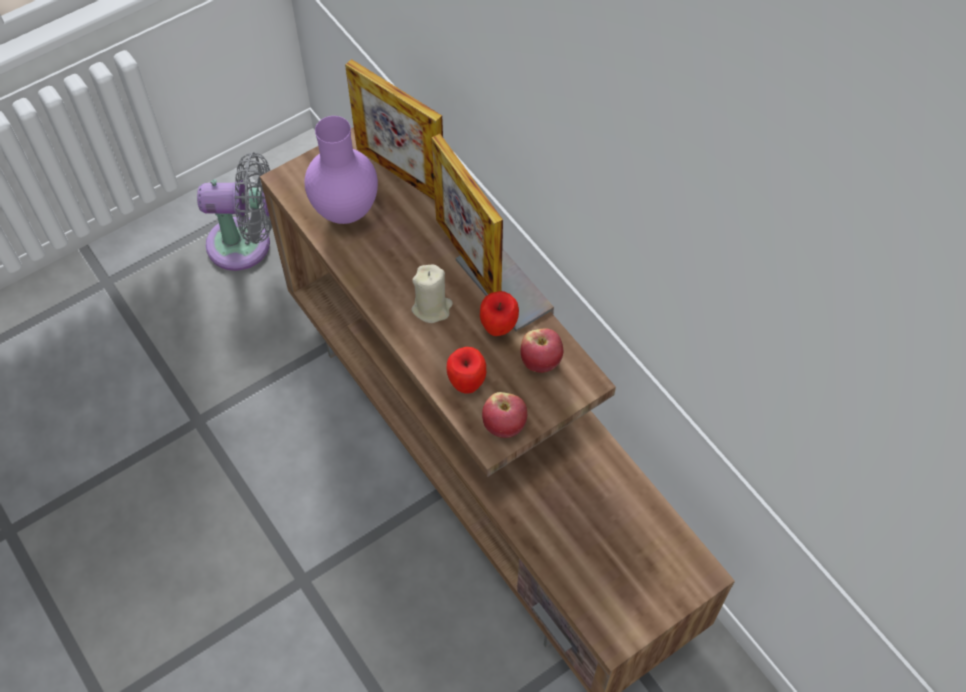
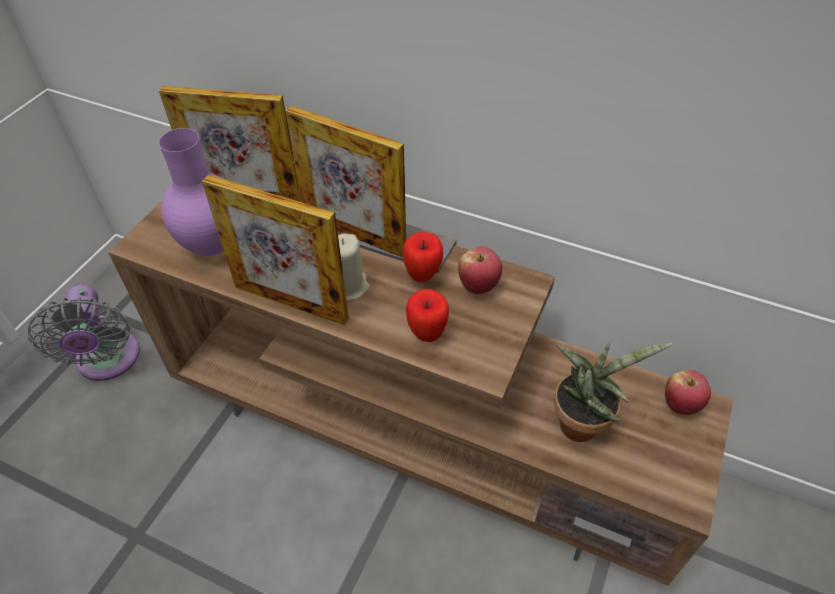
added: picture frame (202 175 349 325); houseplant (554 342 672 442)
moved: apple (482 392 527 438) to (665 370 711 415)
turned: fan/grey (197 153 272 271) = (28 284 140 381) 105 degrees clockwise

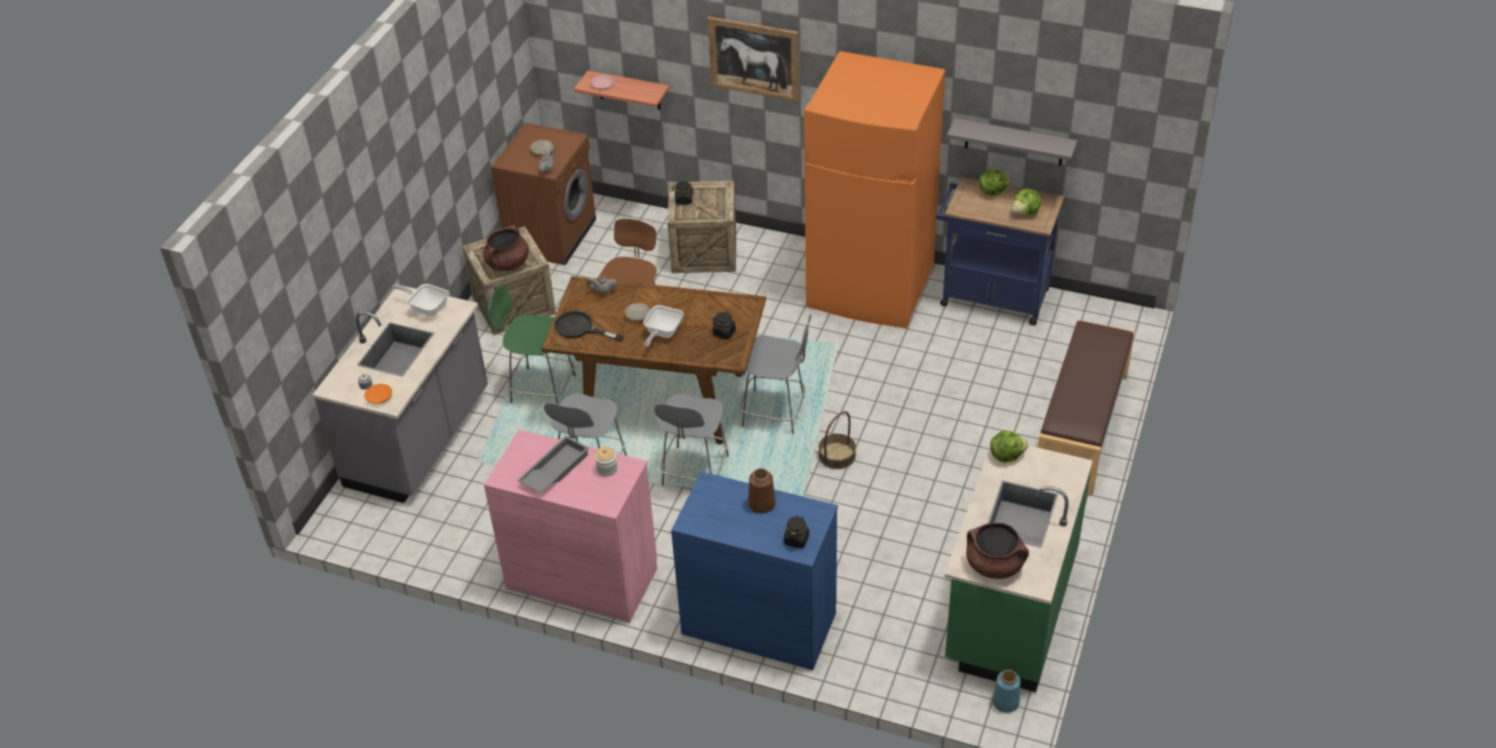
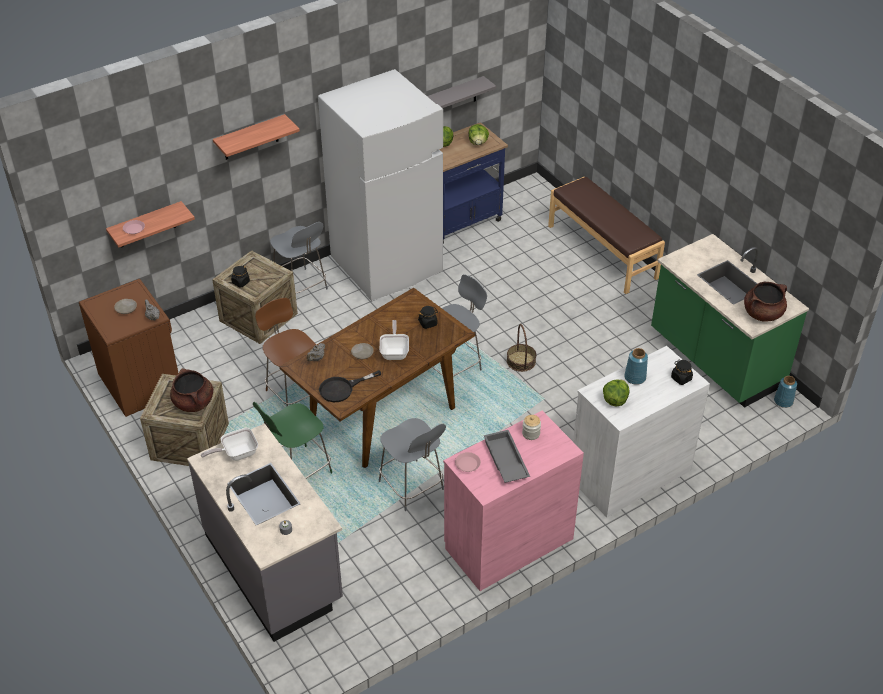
removed: plate/orangey (364 384 392 404)
added: plate/pinkish (455 452 481 472)
moved: plain chair/grey (654 394 729 486) to (270 222 328 294); lettuce (990 431 1028 462) to (603 379 629 407)
replaced: wall picture (707 16 799 102) to bracket shelf (213 114 300 160)
recoloured: drawer chest/bluish (671 472 838 670) to drawer chest/white-coloured (573 346 710 517); decorative vase/brownish (748 468 776 513) to decorative vase/bluish (624 348 648 385); kitchen fridge/orangey (804 51 945 328) to kitchen fridge/white-coloured (318 69 443 301)
turned: pan (643 305 684 347) = (380 320 409 360) 150 degrees counterclockwise

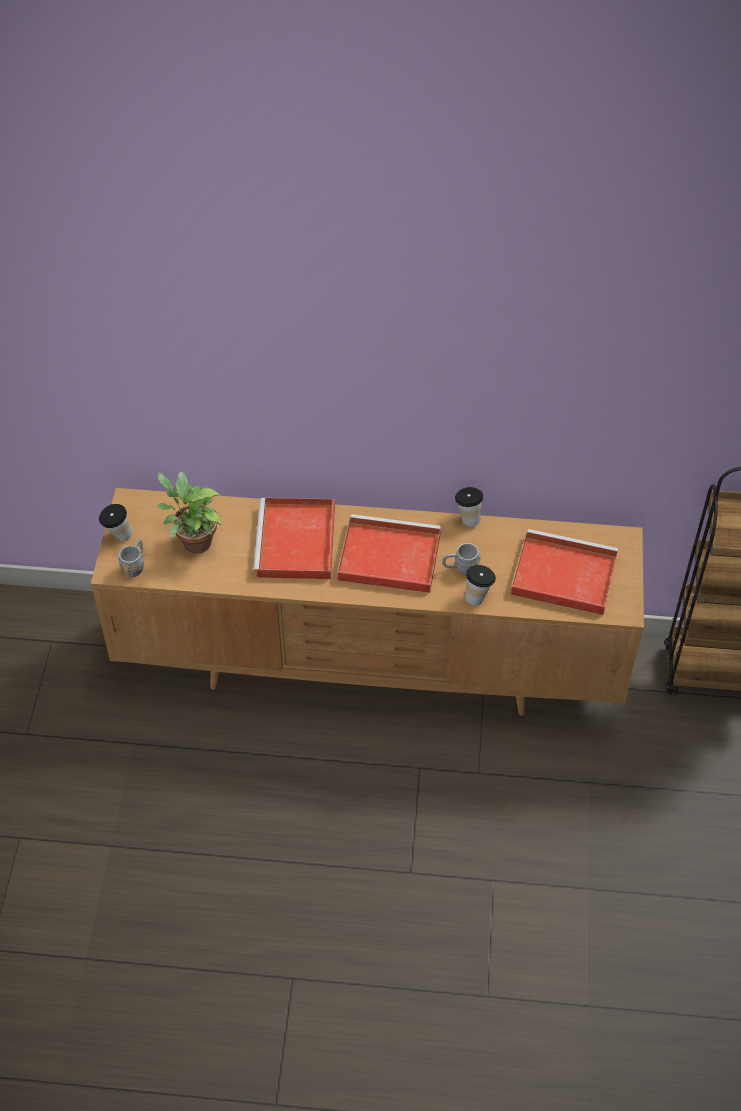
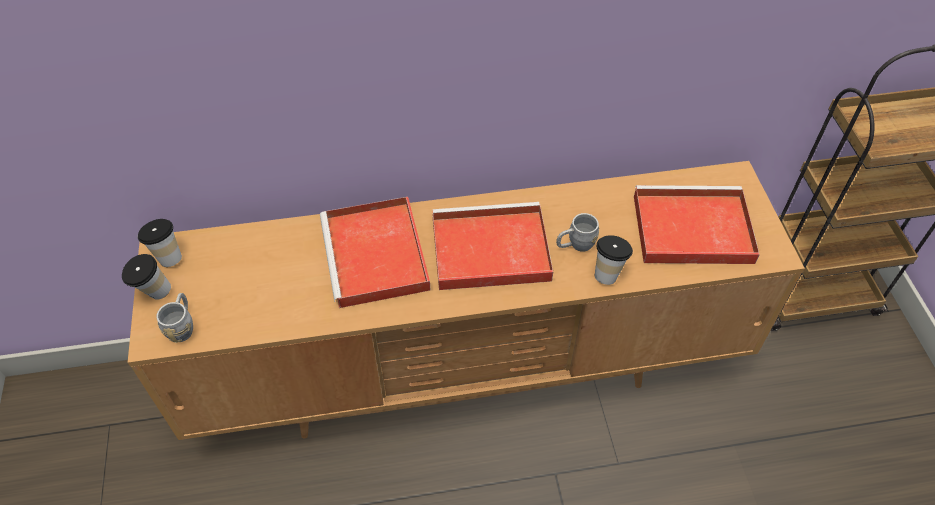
removed: houseplant (157 471 221 553)
moved: drinking cup (455 487 483 527) to (137 219 182 267)

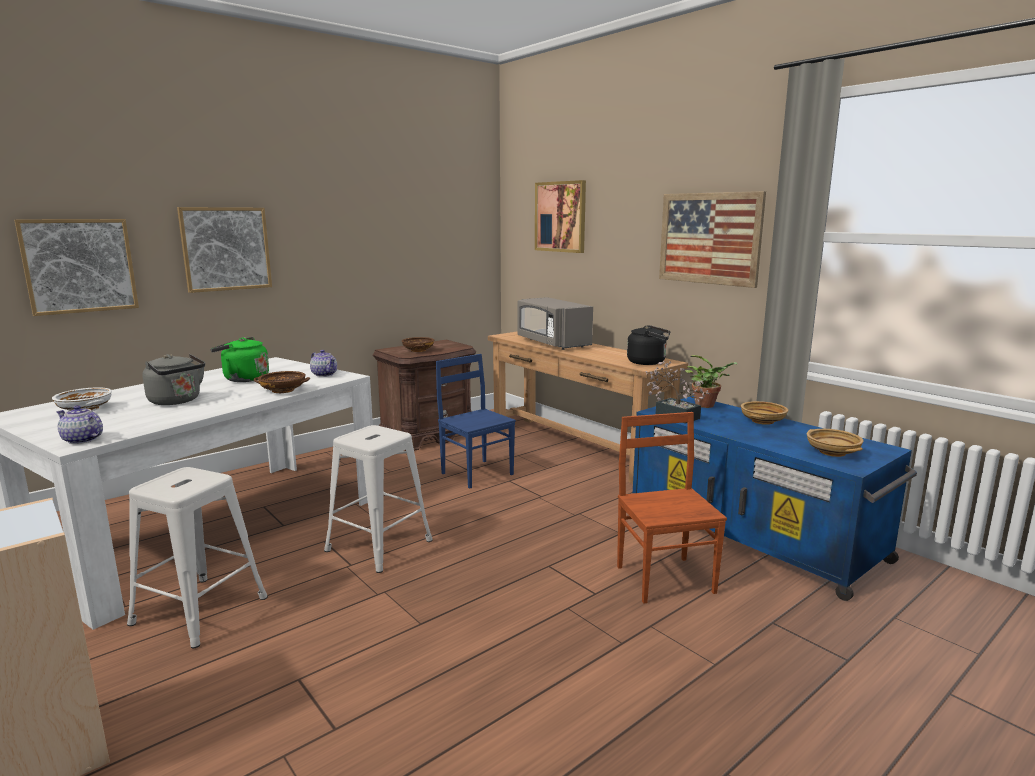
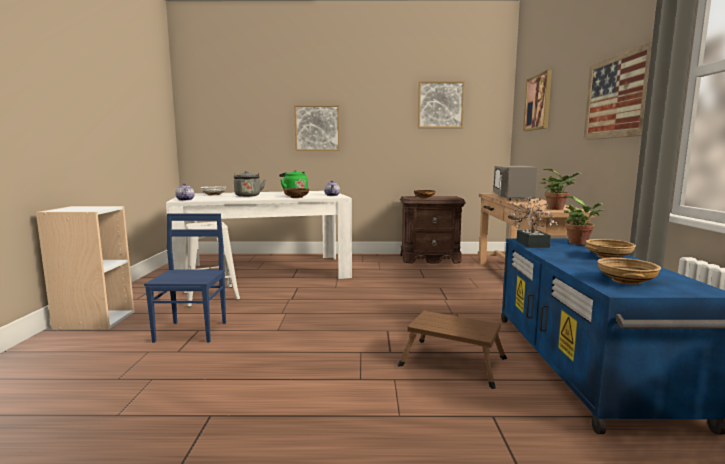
removed: stool seat/white-coloured (324 425 433 573)
moved: wall picture (14 219 139 316) to (418 81 465 128); plain chair/bluish (436 354 516 489) to (144 214 226 343)
replaced: plain chair/brownish (617 412 727 604) to step stool/brownish (398 310 507 389); kettle/black-coloured (627 325 670 365) to houseplant (540 169 582 210)

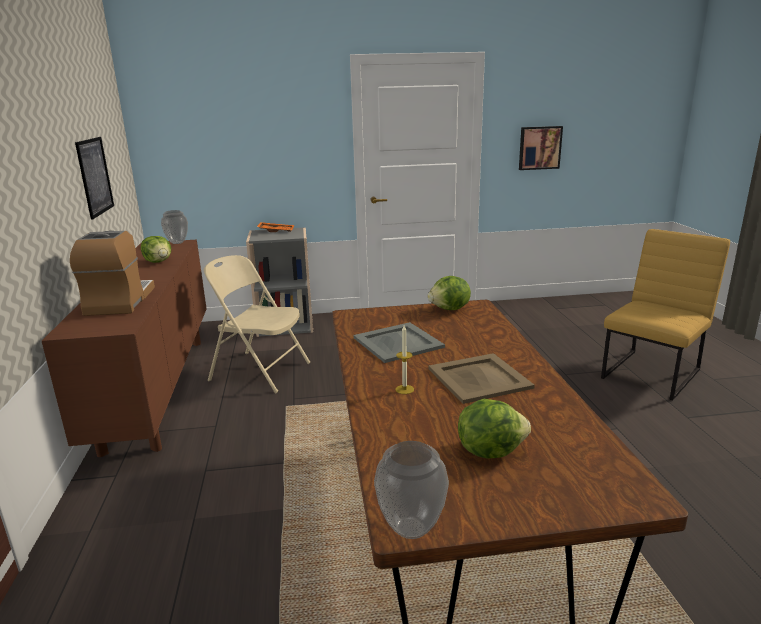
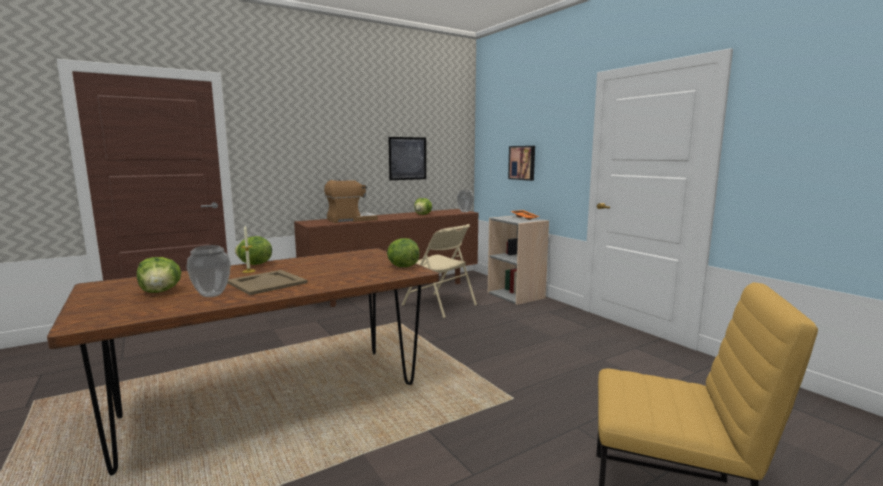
removed: tray/grey (354 322 445 363)
added: lettuce (235 236 272 265)
moved: decorative vase (374 441 449 539) to (186 245 231 297); wall picture (519 126 563 170) to (508 146 535 181)
turned: plain chair/sand-coloured (204 255 310 393) = (401 224 477 318) 135 degrees clockwise

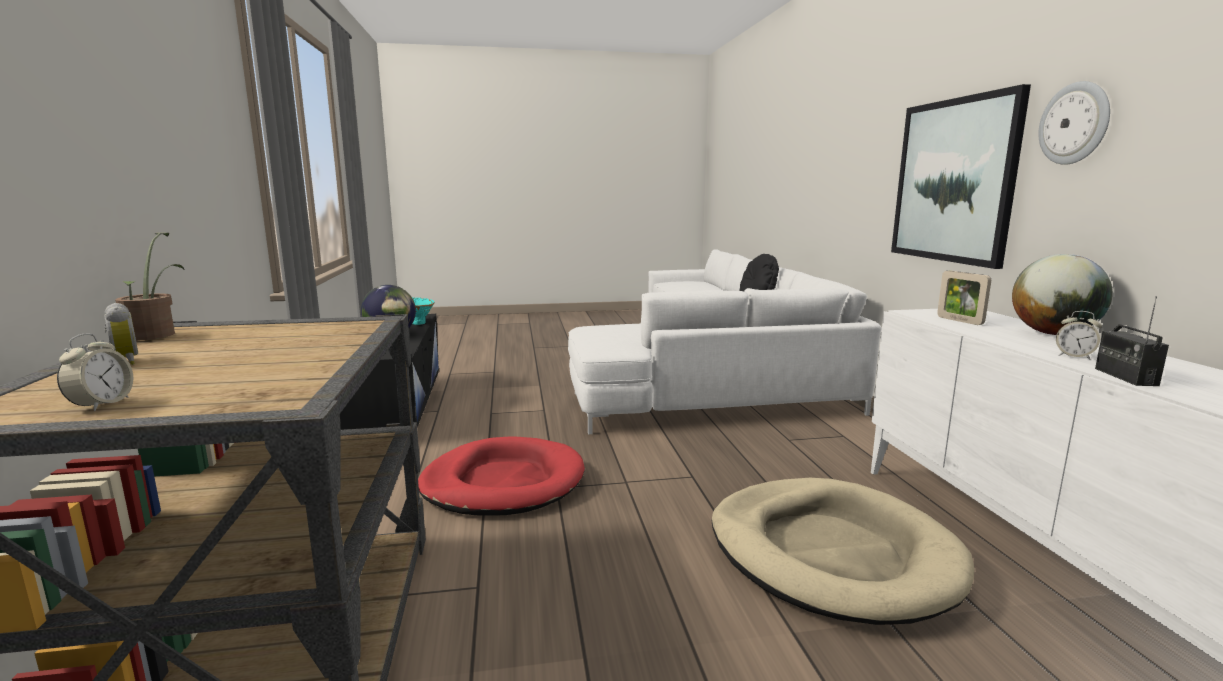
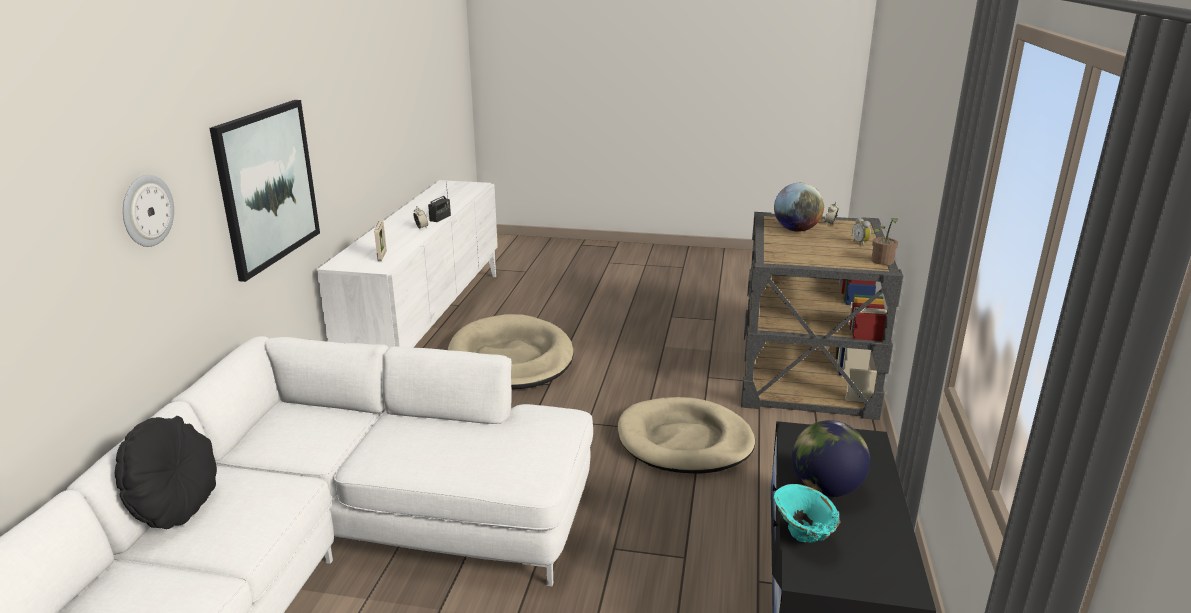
moved: desk globe (1012 254 1113 335) to (774 183 824 232); hanging clock (1038 81 1110 165) to (123 175 174 247)
recoloured: pet bed/red-coloured (418 437 585 516) to pet bed/sand-coloured (618 397 755 474)

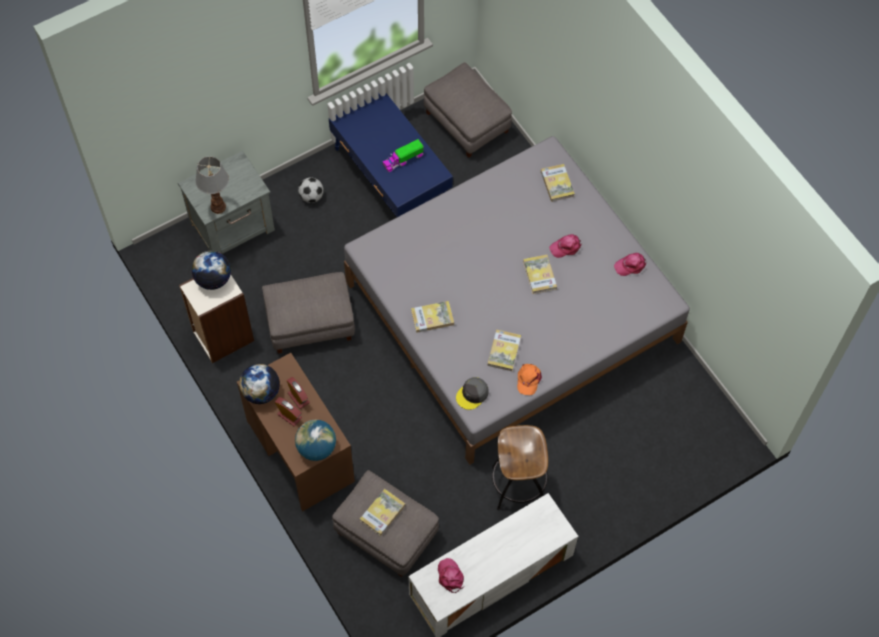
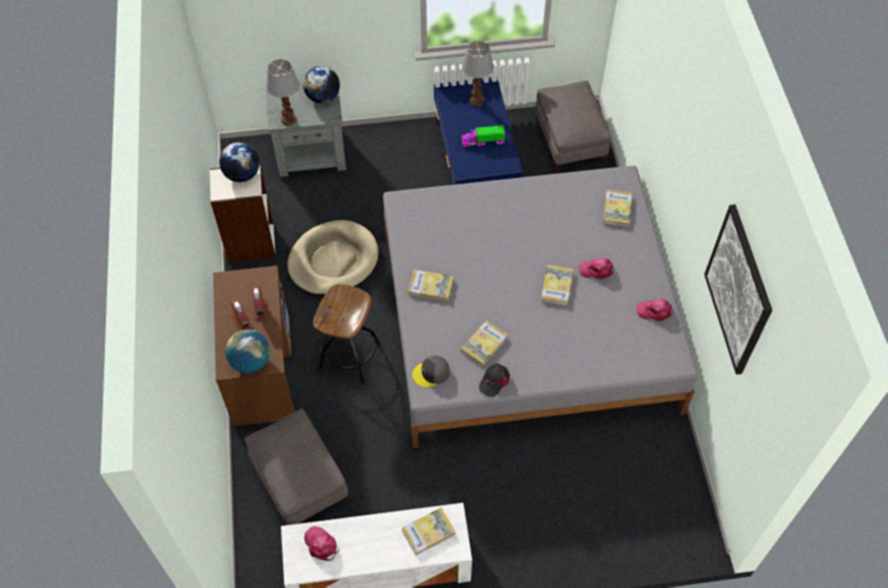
removed: football (298 178 324 203)
added: lamp for a table (462 41 494 106); wall picture (704 204 772 375)
moved: desk globe (239 364 280 404) to (303 66 340 103); book (360 489 405 536) to (401 508 456 556); stool seat/brownish (492 425 548 510) to (313 284 381 384)
replaced: ottoman/grey (262 272 355 354) to pet bed/sand-coloured (287 220 379 295)
recoloured: cap/orangey (517 364 542 395) to cap/black-coloured (479 364 510 397)
turned: cap/pinkish (438 558 464 593) = (304 526 339 561) 45 degrees counterclockwise

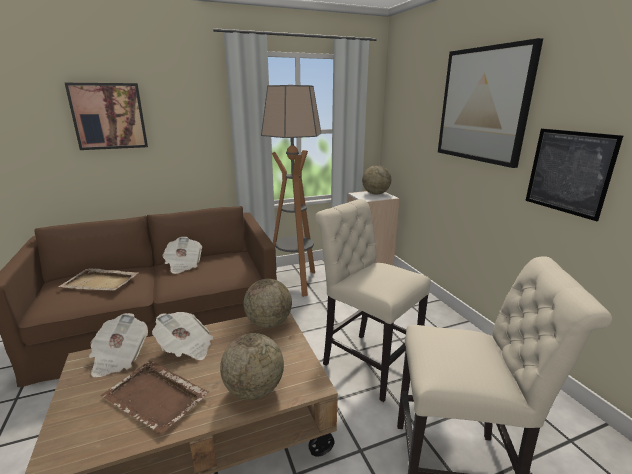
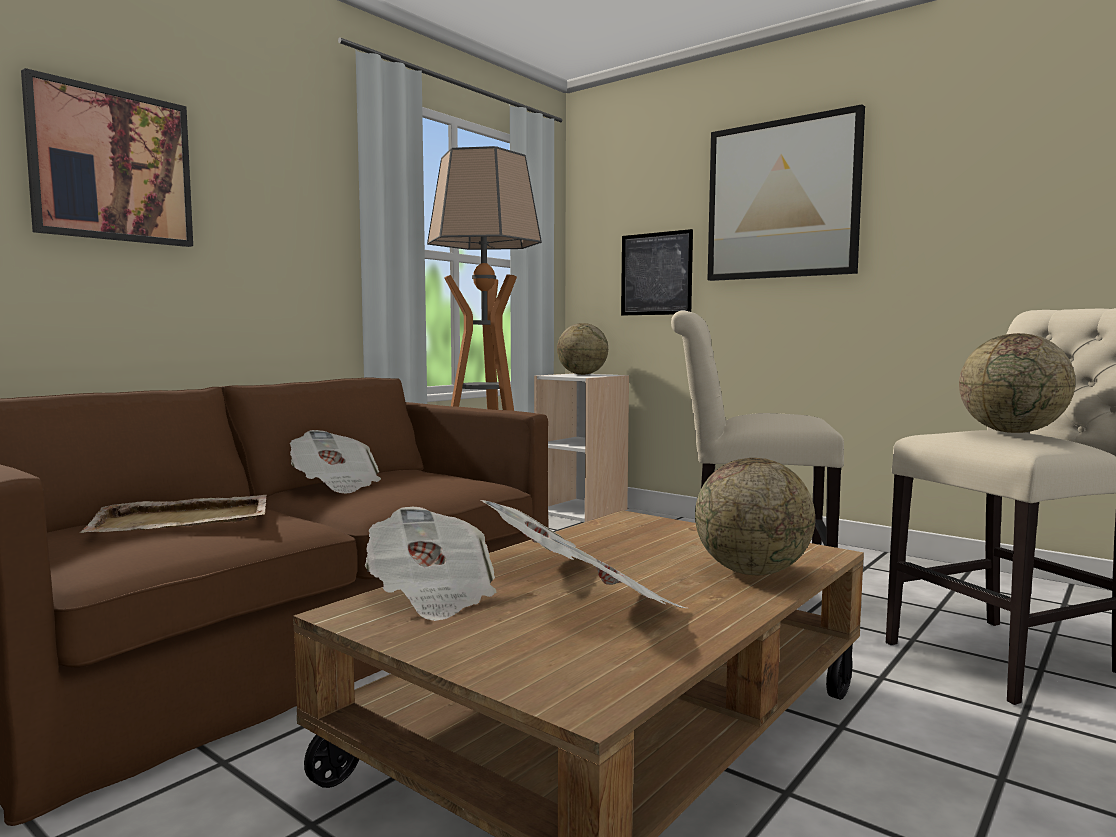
moved: desk globe (244 279 292 328) to (959 333 1076 433); wall picture (525 128 623 221) to (621 229 693 315)
replaced: tray/brownish (101 361 209 434) to daily paper (543 537 687 608)

